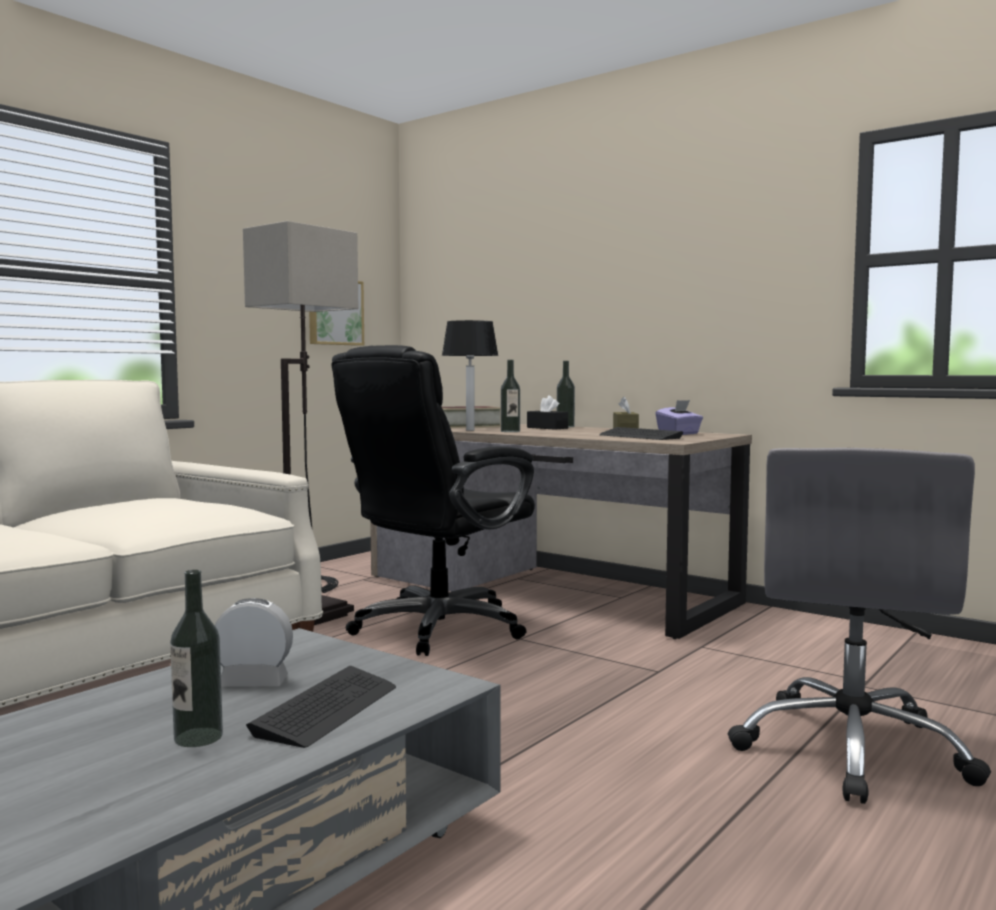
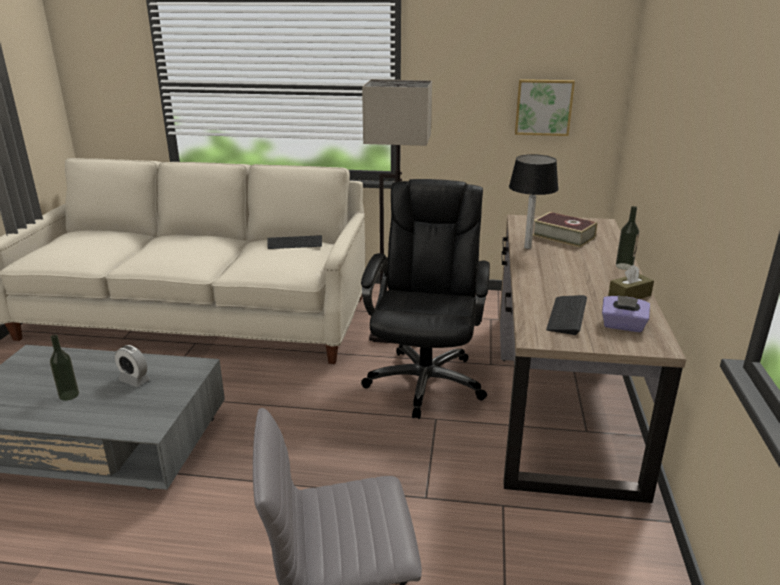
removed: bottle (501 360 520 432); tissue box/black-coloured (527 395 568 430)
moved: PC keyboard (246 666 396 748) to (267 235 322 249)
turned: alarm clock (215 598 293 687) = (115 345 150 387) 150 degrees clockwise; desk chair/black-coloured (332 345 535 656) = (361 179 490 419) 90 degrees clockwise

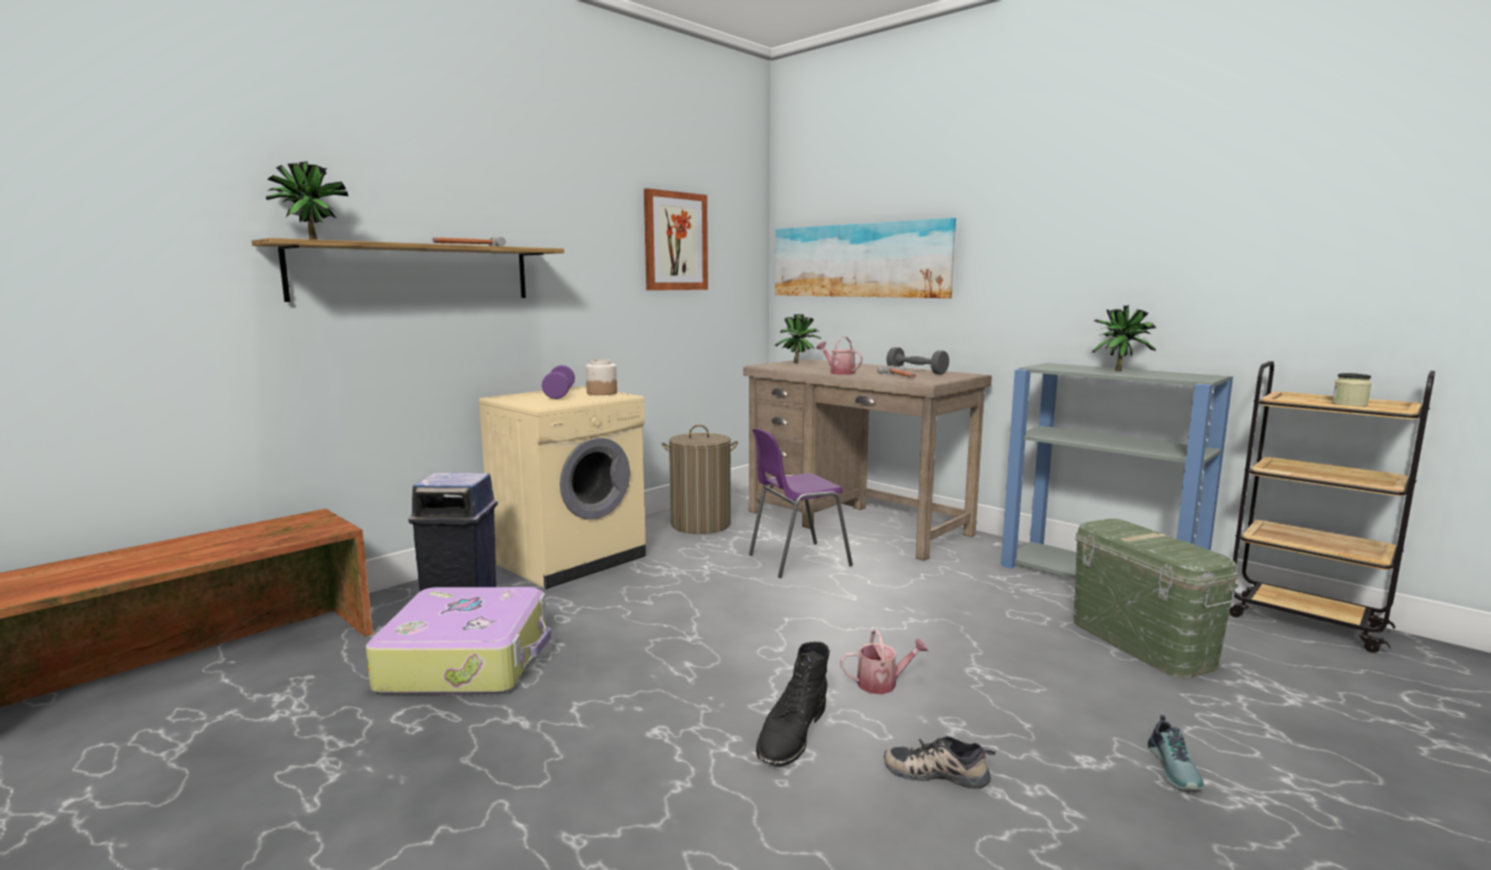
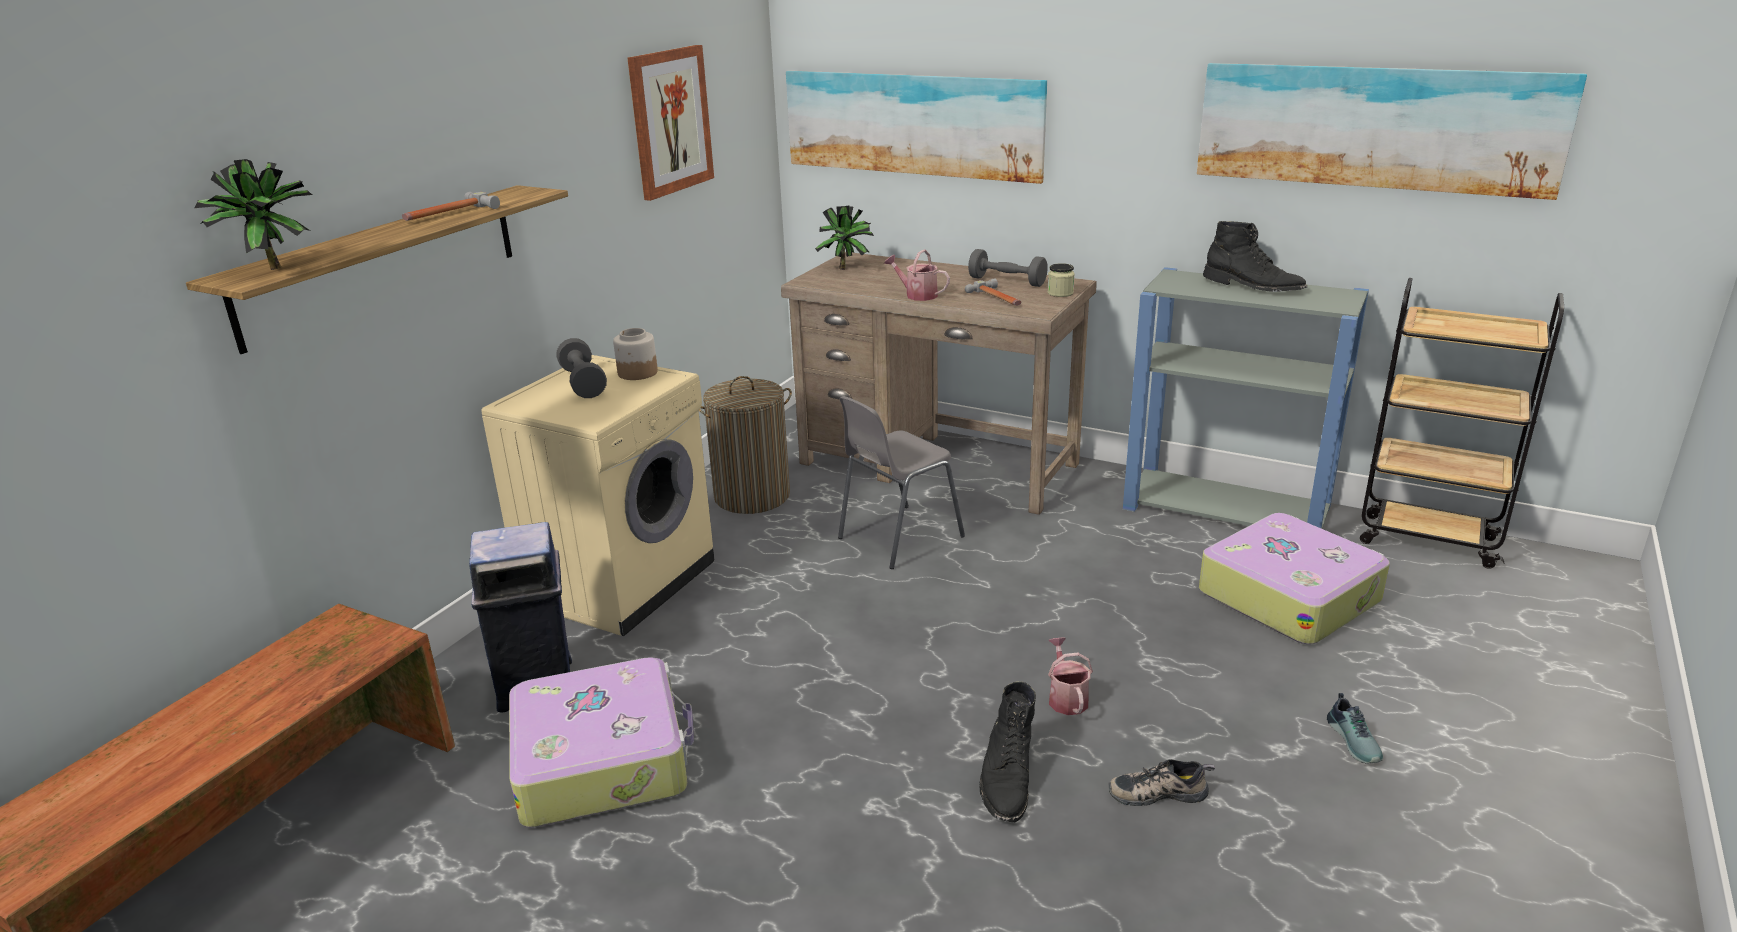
added: wall picture (1197 63 1587 200)
moved: jar (1332 373 1371 407) to (1047 263 1075 297)
replaced: storage bin/green-coloured (1074 519 1239 679) to travel case (1199 513 1390 644); houseplant (1092 306 1156 371) to tall boot/black-coloured (1203 221 1307 292)
recoloured: dumbbell/purplish (542 365 575 399) to dumbbell/grey (556 338 607 398); plain chair/purplish (749 428 853 578) to plain chair/grey (838 396 965 569)
turned: watering pot (840 629 928 694) = (1048 637 1093 715) 75 degrees counterclockwise

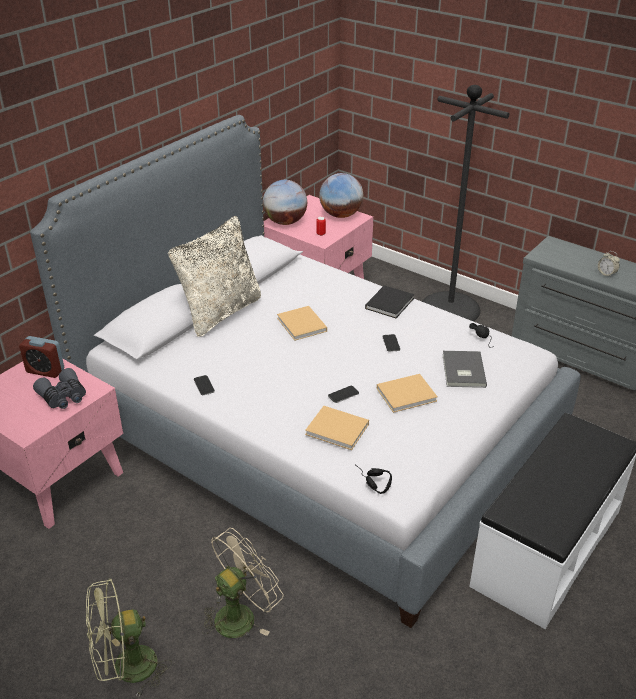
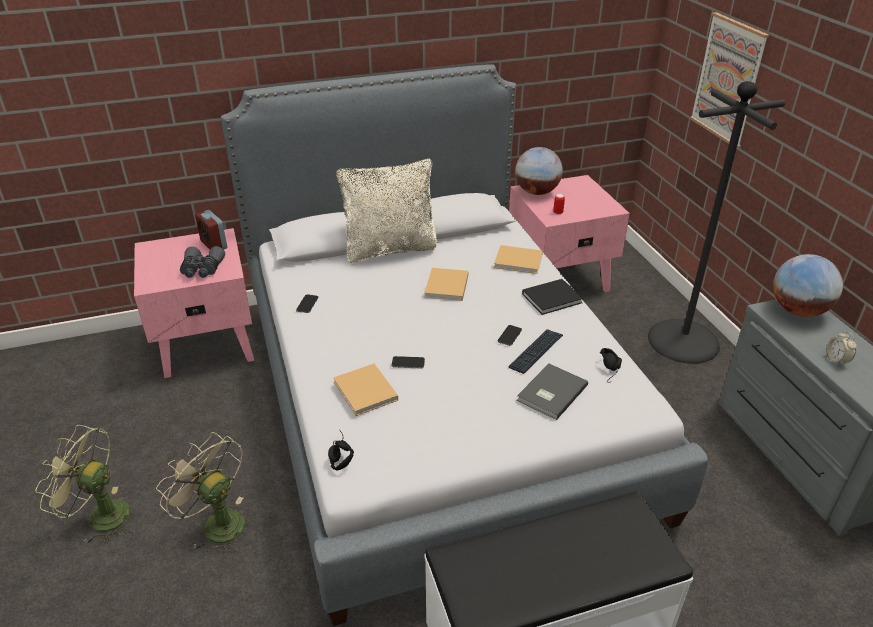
added: PC keyboard (508 329 563 374); wall picture (690 12 769 148)
moved: desk globe (319 173 363 218) to (773 254 843 317); book/sand-coloured (377 374 438 413) to (494 245 543 274)
turned: fan/sand-coloured (201 528 283 638) = (156 432 245 555) 135 degrees counterclockwise

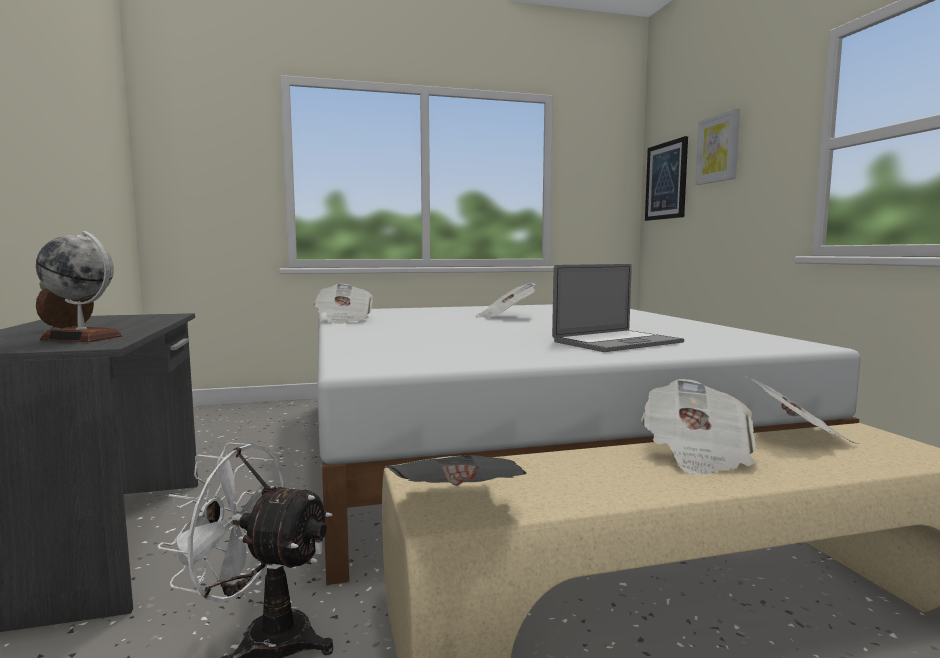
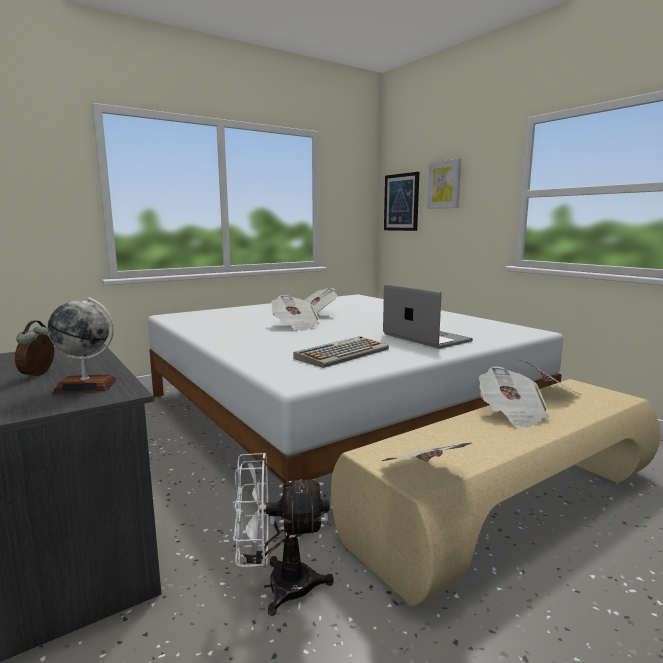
added: PC keyboard (293 336 389 368)
moved: daily paper (314 284 373 324) to (271 295 320 331)
turned: laptop (552 264 684 352) = (383 284 473 349) 75 degrees counterclockwise

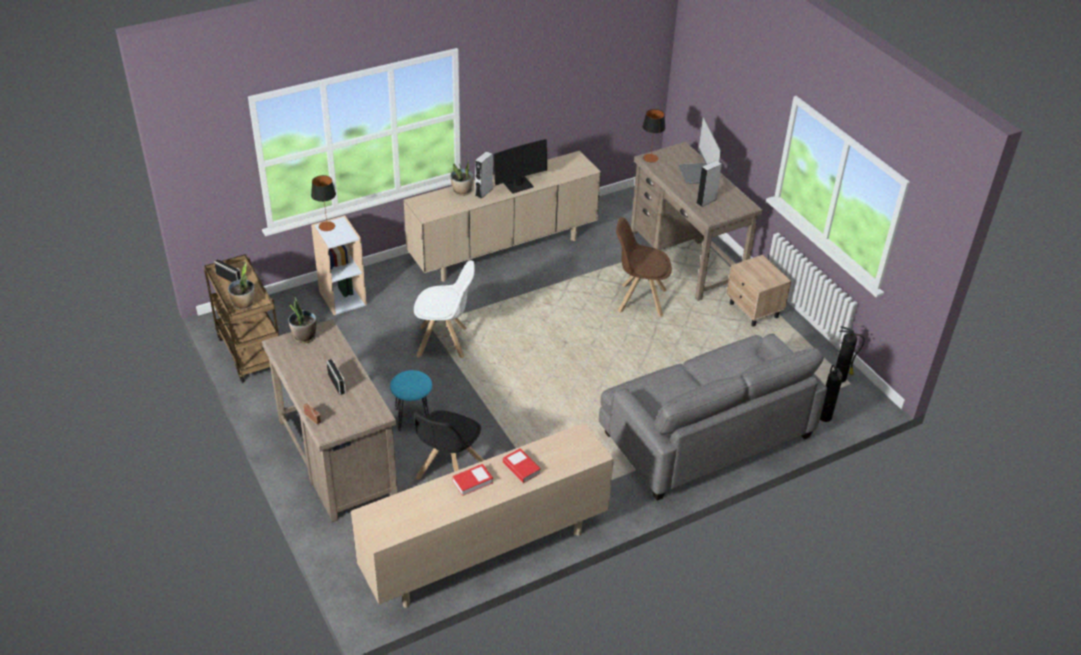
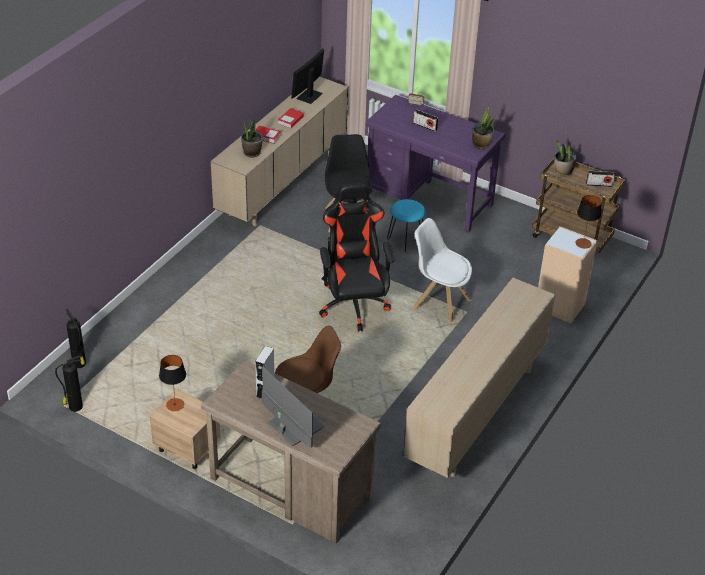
removed: loudspeaker/grey (475 151 493 199); sofa/grey (599 334 827 501)
added: desk chair/black-coloured (319 184 395 332)
moved: houseplant (450 160 473 196) to (241 118 263 158); computer screen (493 139 547 194) to (291 48 324 104); lamp for a table (643 109 665 162) to (159 355 186 411)
recoloured: desk/brownish (262 319 398 522) to desk/purplish (366 95 505 233)
turned: plain chair/white-coloured (414 260 475 358) = (413 218 472 324) 60 degrees clockwise

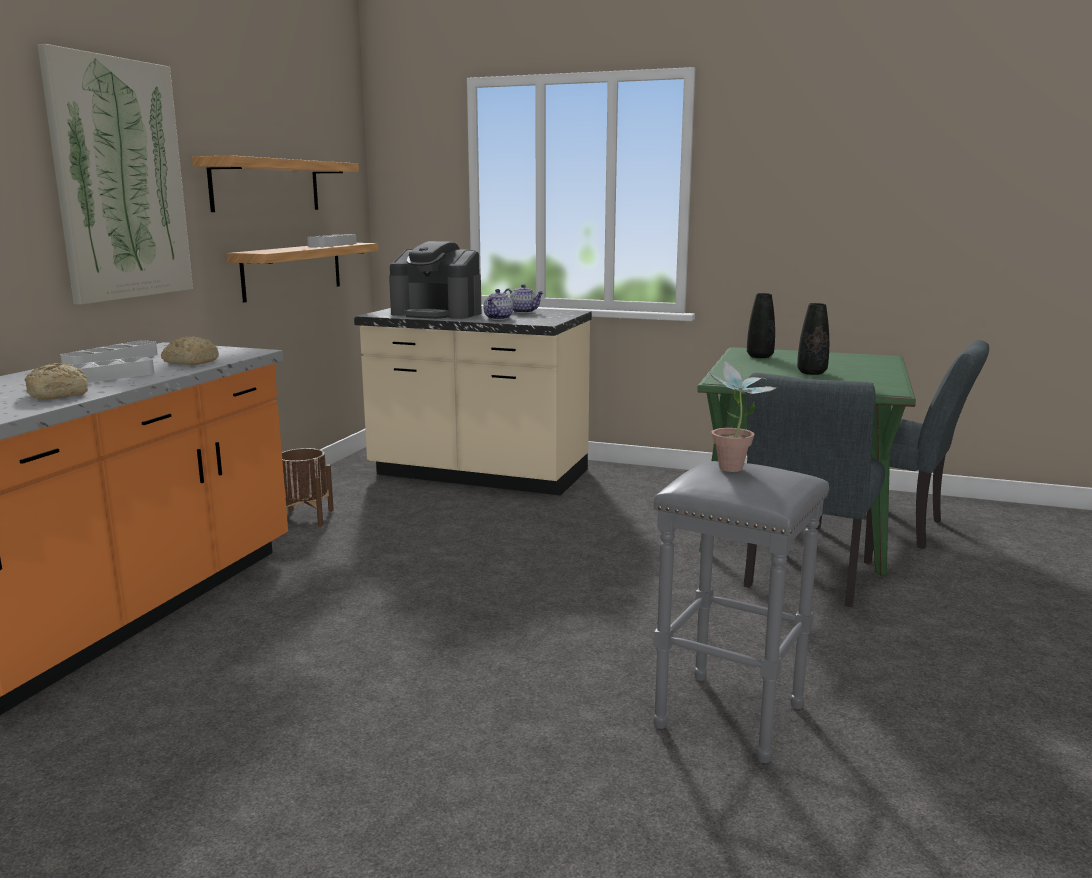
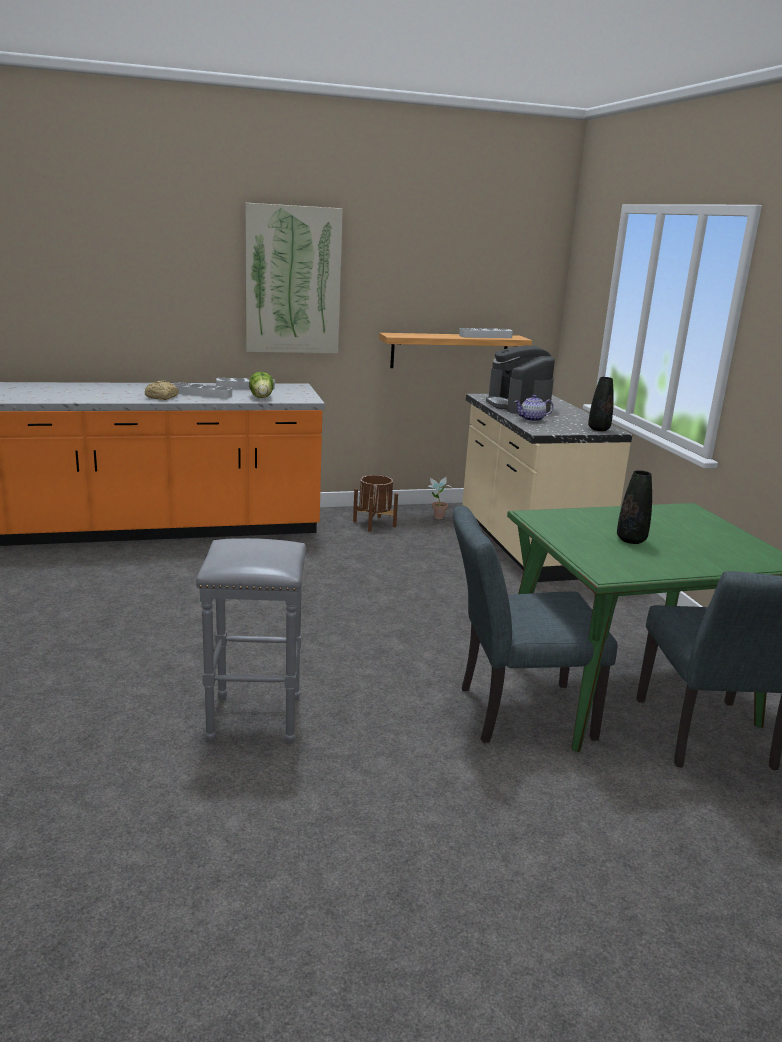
removed: bracket shelf (192 156 359 212); pot for tea (504 284 544 313)
moved: houseplant (710 361 778 472) to (427 477 451 519); decorative vase/black-coloured (747 293 775 358) to (588 377 614 431)
replaced: bread (161 336 219 365) to lettuce (249 372 274 398)

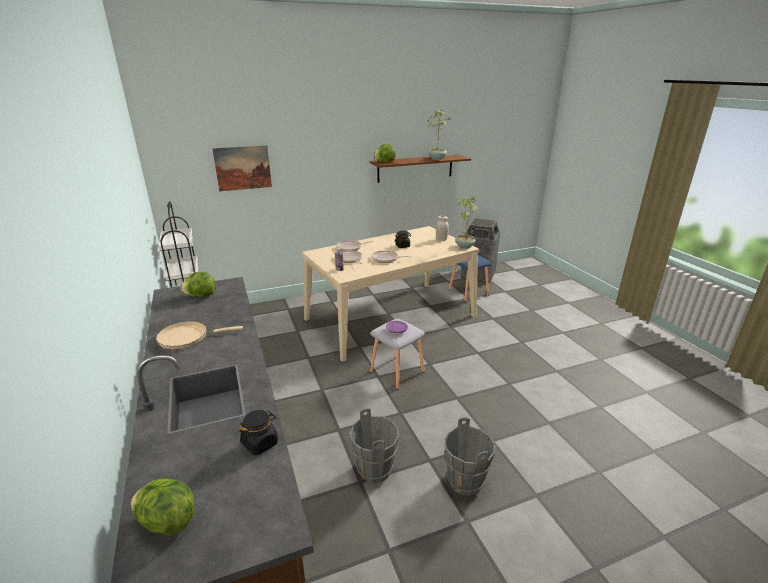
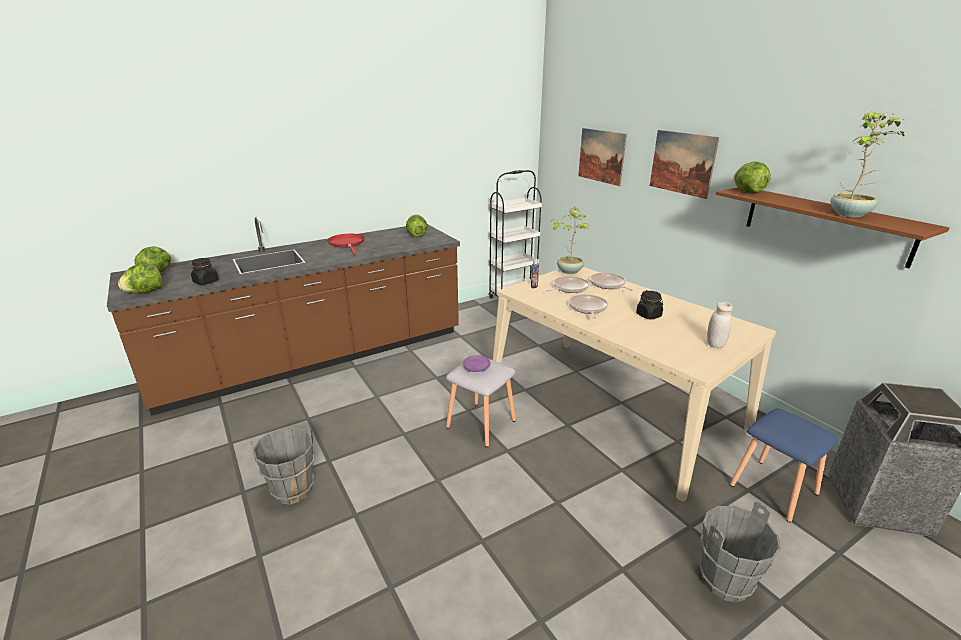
added: lettuce (118 263 163 294); wall picture (650 130 719 199)
moved: pail/grey (350 408 399 483) to (699 502 781 603); houseplant (455 197 477 248) to (550 206 590 274)
recoloured: pan/sand-coloured (156 321 243 349) to pan/red-coloured (328 234 365 254)

